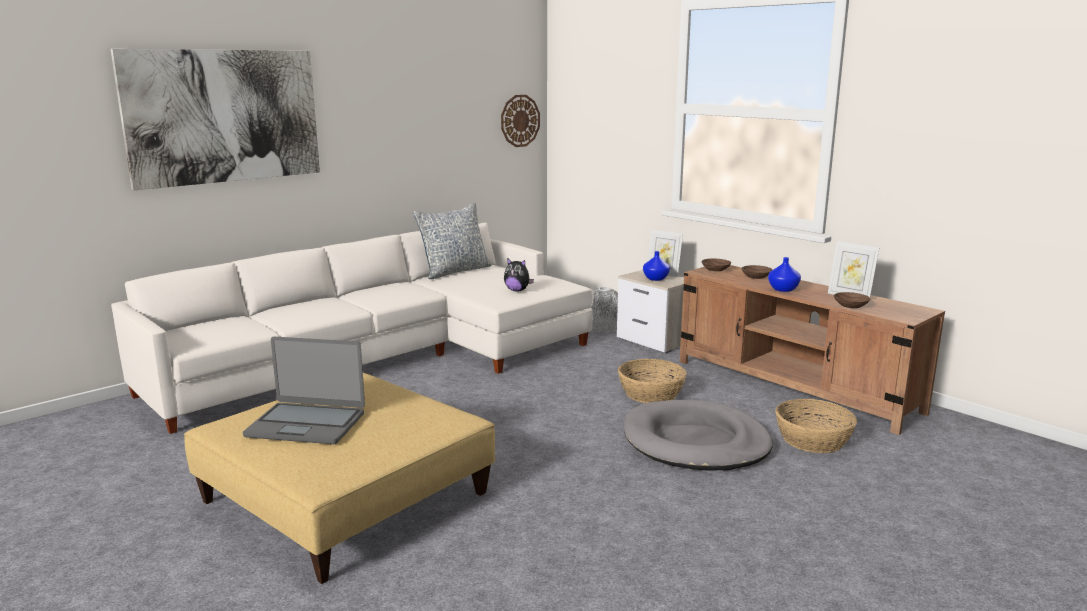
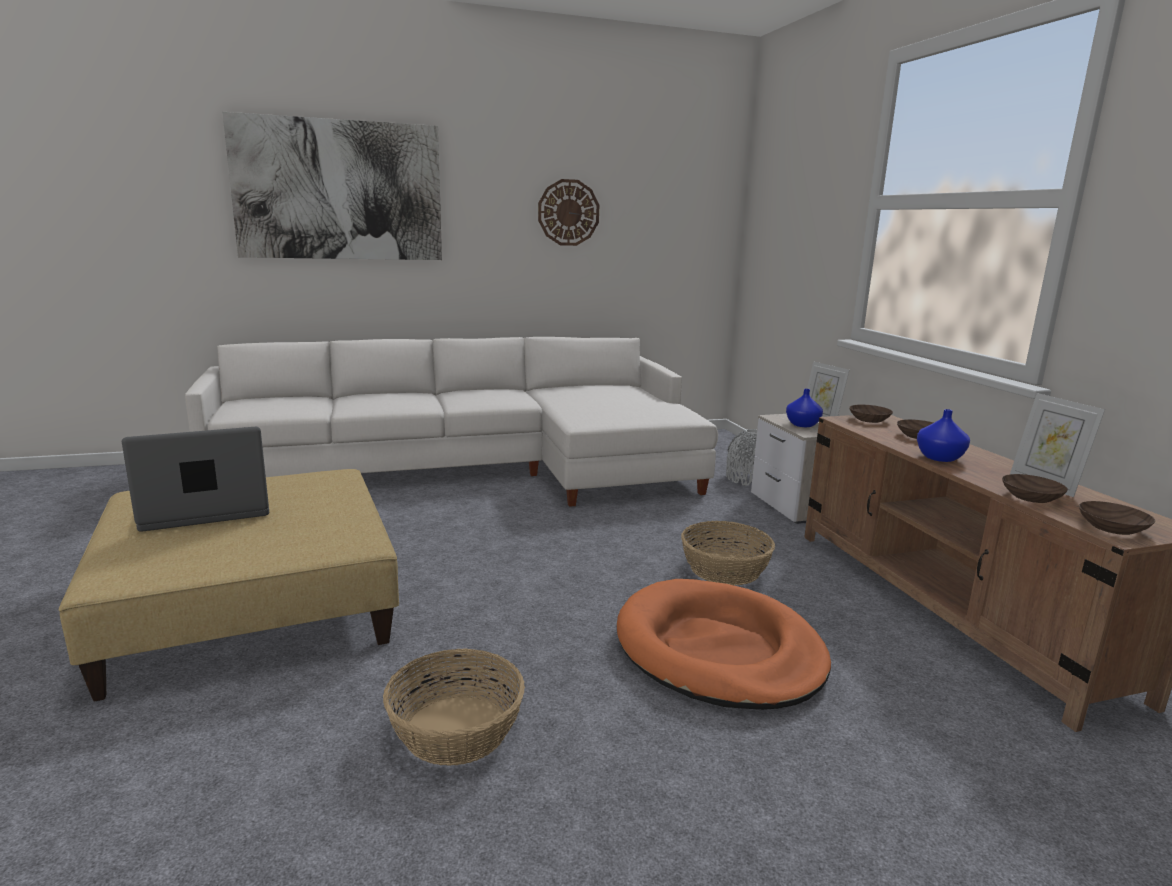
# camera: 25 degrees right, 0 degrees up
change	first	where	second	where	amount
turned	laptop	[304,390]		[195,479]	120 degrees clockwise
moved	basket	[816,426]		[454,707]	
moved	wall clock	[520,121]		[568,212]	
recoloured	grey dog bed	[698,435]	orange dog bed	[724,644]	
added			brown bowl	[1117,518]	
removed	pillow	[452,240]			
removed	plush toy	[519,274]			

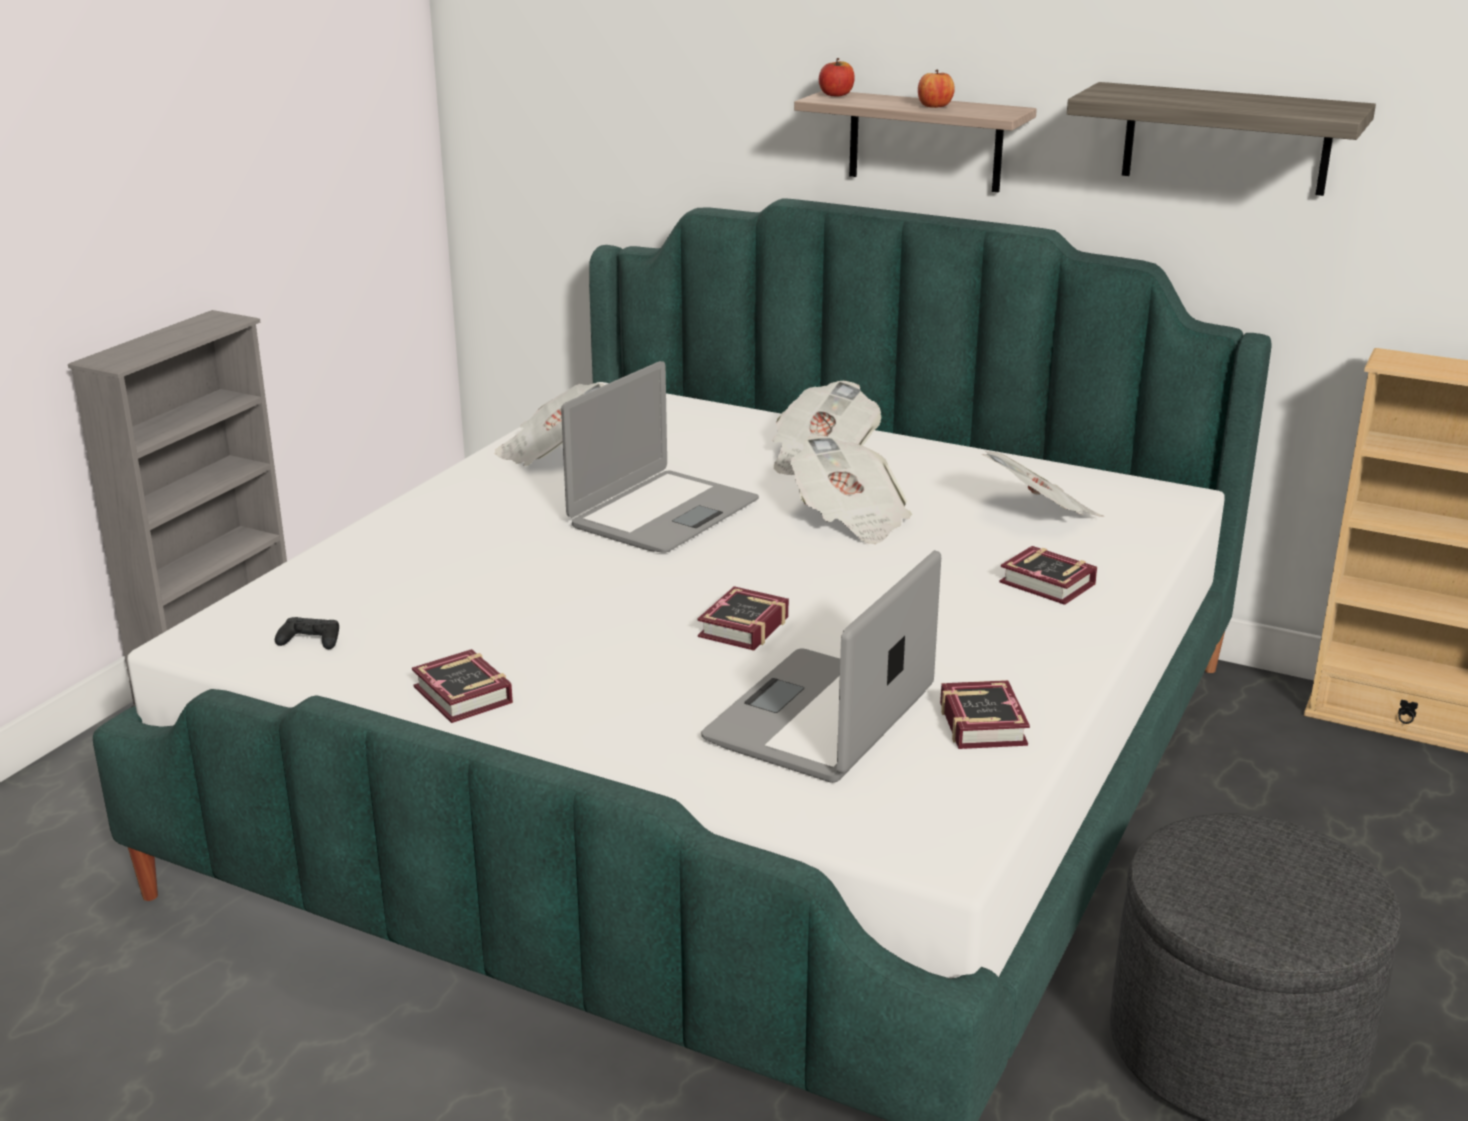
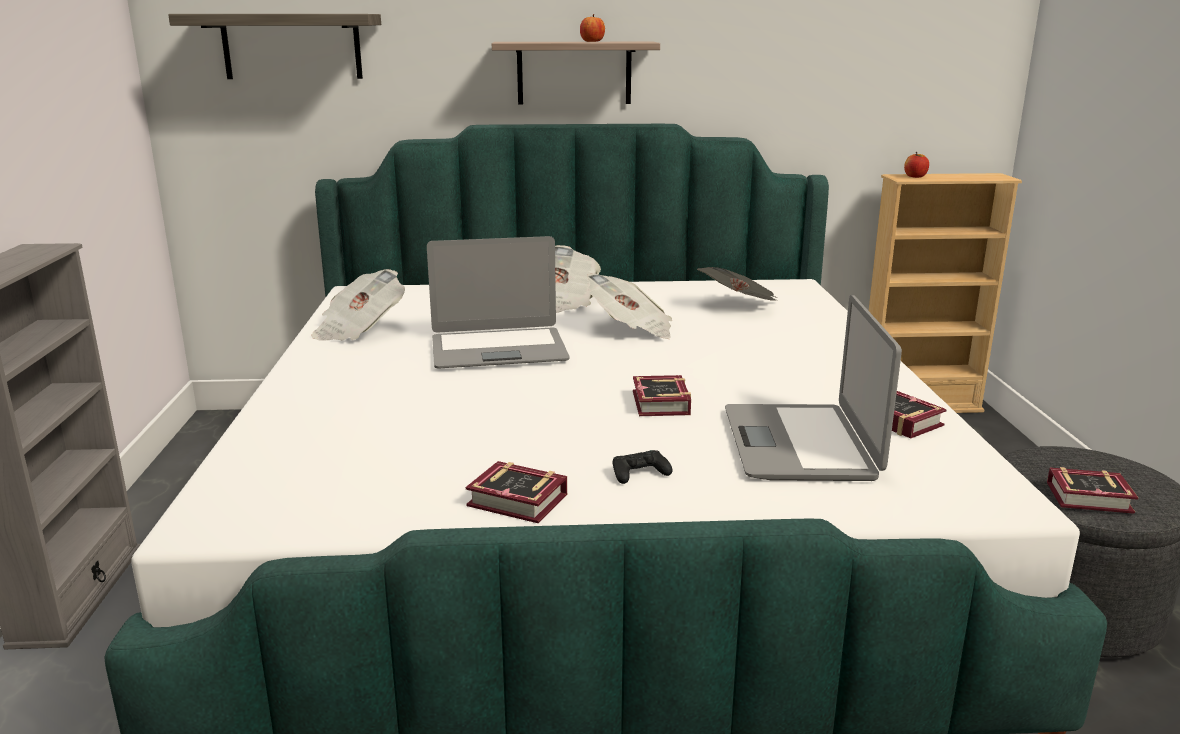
# camera: 30 degrees left, 5 degrees down
change	first	where	second	where	amount
moved	shelf	[1221,139]		[274,46]	
turned	laptop	[660,457]		[498,302]	75 degrees clockwise
moved	black game controller	[307,633]		[642,467]	
moved	apple	[837,77]		[916,165]	
moved	book	[1048,575]		[1092,490]	

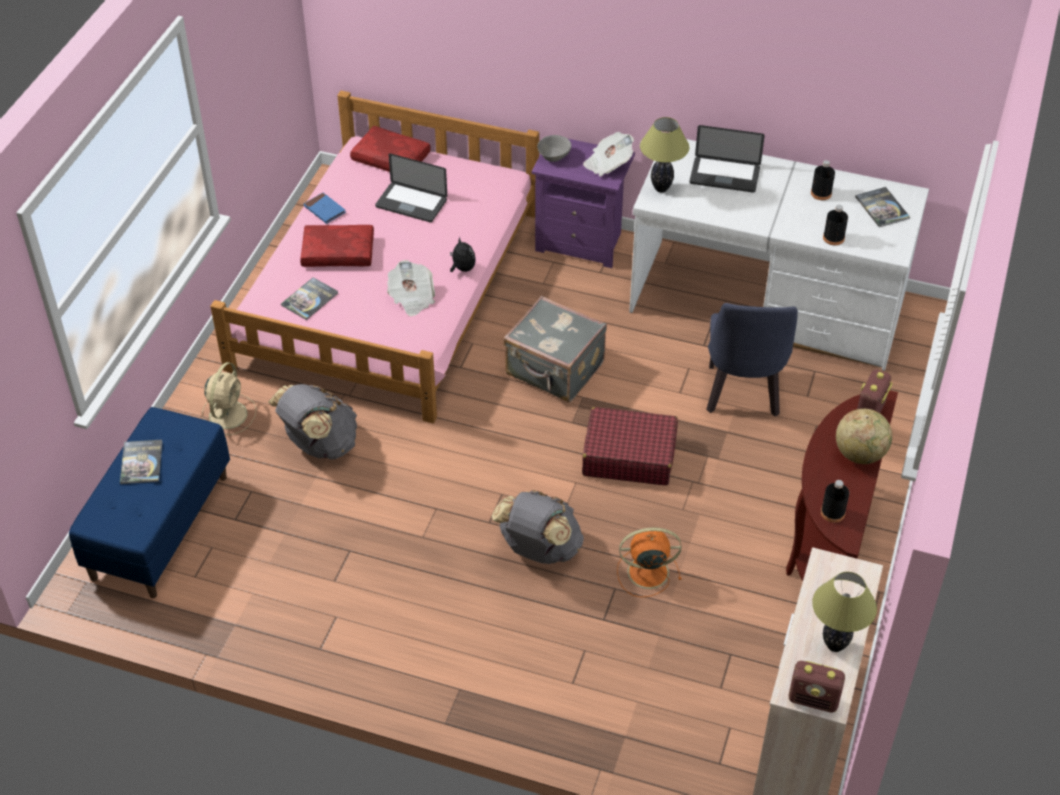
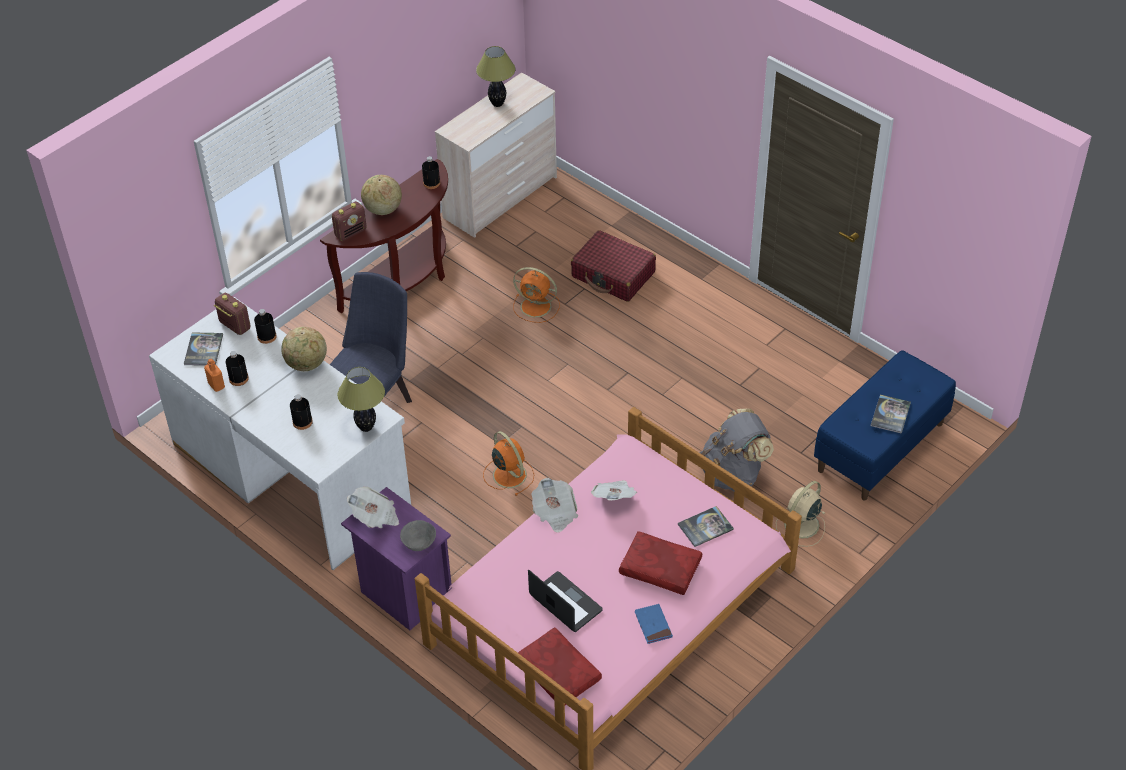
# camera: 155 degrees left, 0 degrees up
change	first	where	second	where	amount
added			orange bottle	[214,375]	
moved	radio	[817,687]		[232,314]	
added			globe	[304,349]	
replaced	laptop	[727,158]	black bottle	[301,412]	
replaced	grey suitcase	[555,349]	orange fan	[508,463]	
replaced	plush toy	[463,254]	newspaper	[554,505]	
moved	red suitcase	[630,446]		[613,266]	
removed	grey backpack	[538,527]			

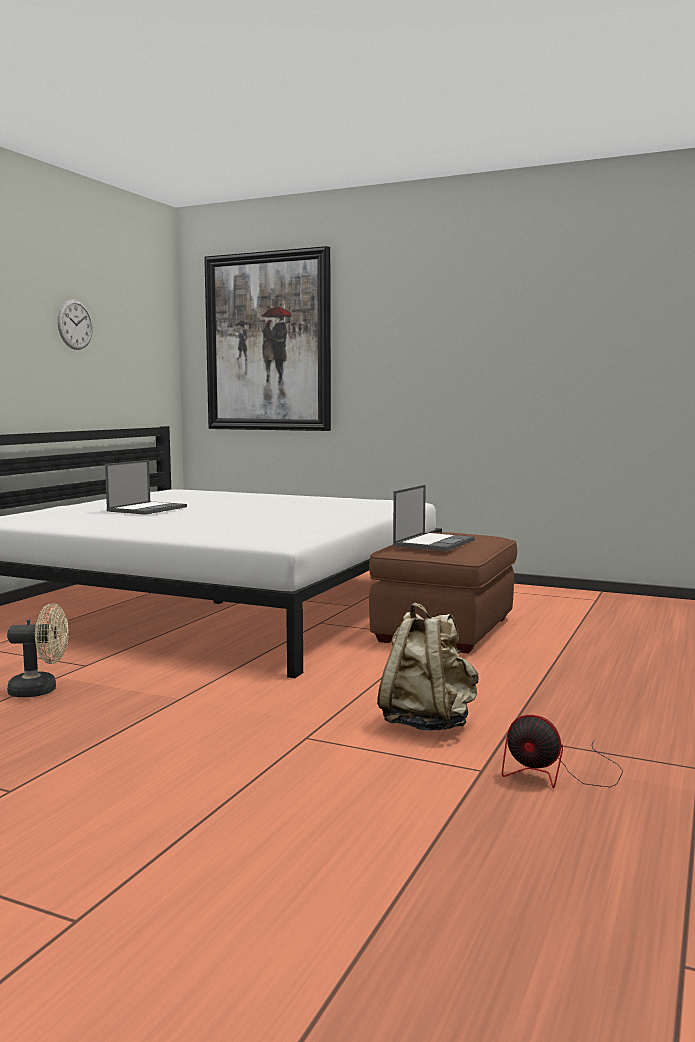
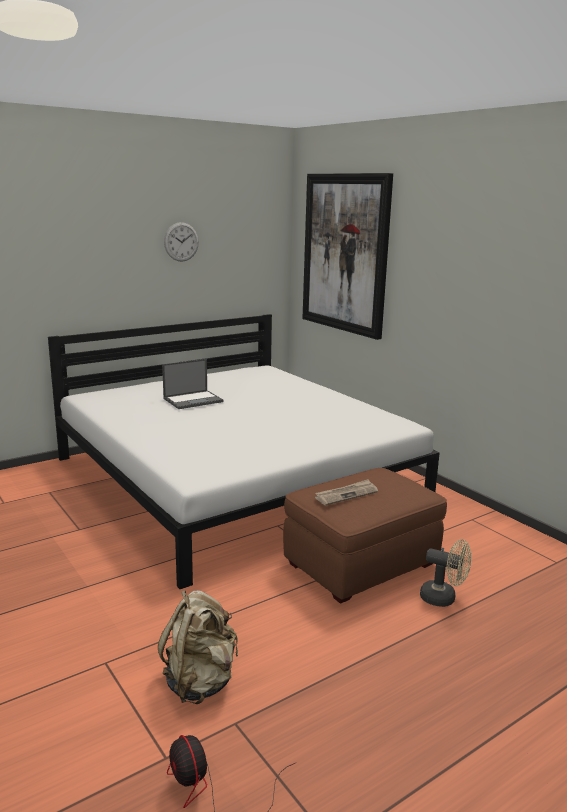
# camera: 30 degrees right, 10 degrees up
change	first	where	second	where	amount
replaced	laptop	[434,518]	newspaper	[346,492]	
moved	beige fan	[38,650]		[446,573]	

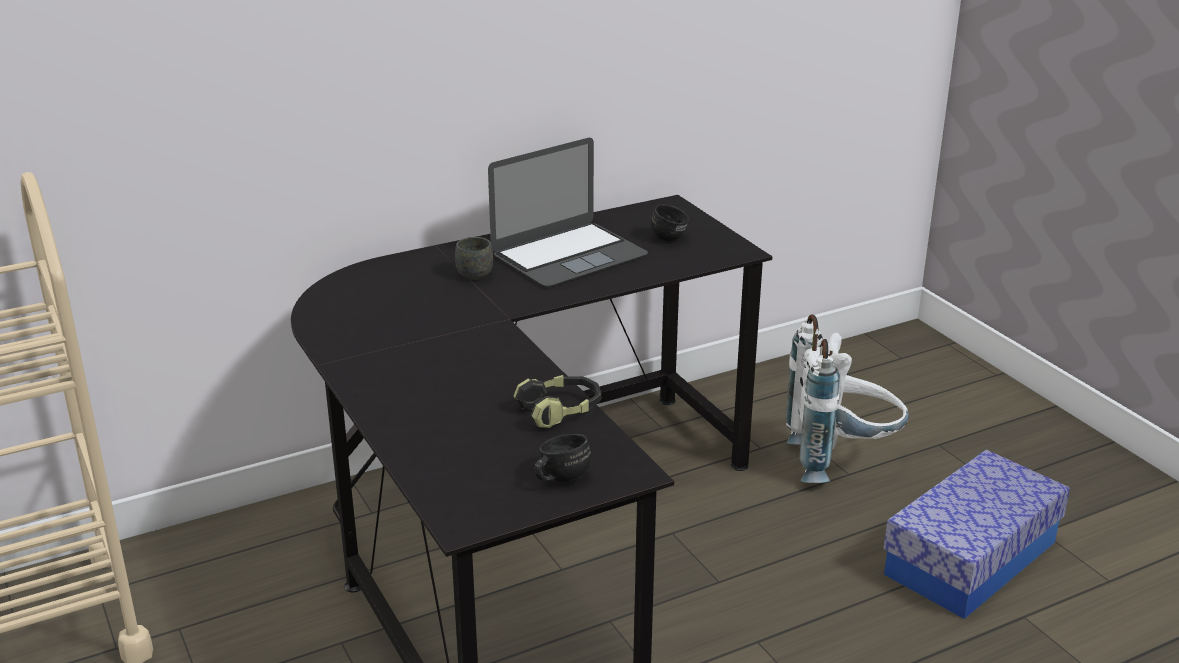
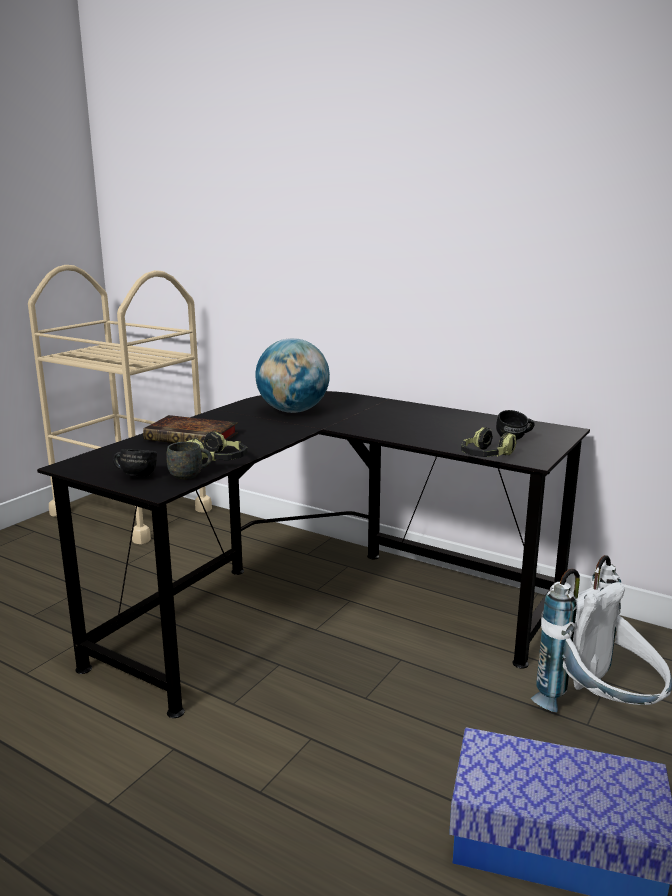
# camera: 60 degrees right, 10 degrees down
change	first	where	second	where	amount
added			book	[190,429]	
moved	grey mug	[474,258]		[189,461]	
added			globe	[292,375]	
added			headphones	[489,442]	
removed	laptop	[568,212]			

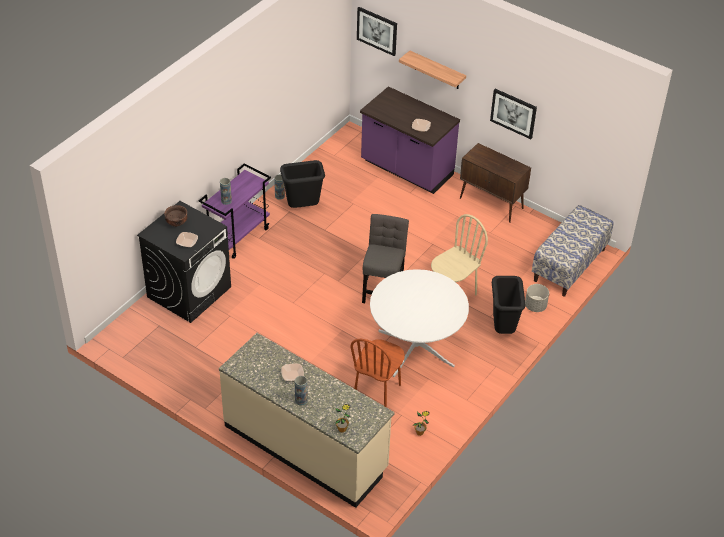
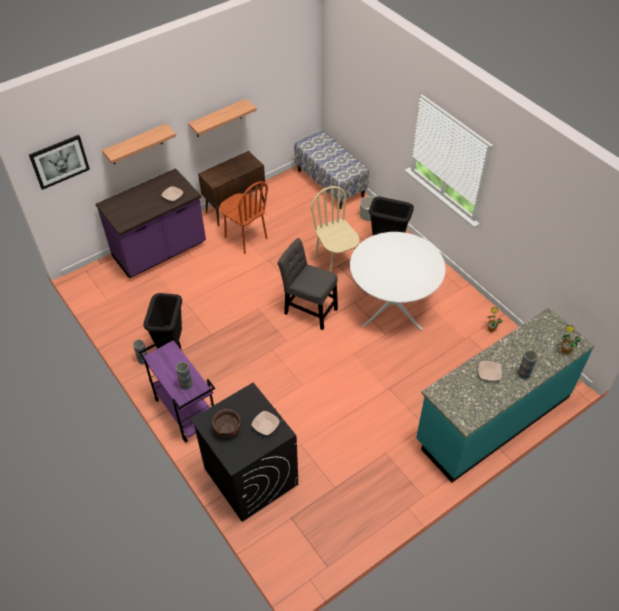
# camera: 70 degrees left, 5 degrees up
change	first	where	second	where	amount
replaced	picture	[513,114]	shelf	[222,118]	
moved	brown chair	[377,373]		[244,217]	
recoloured	beige counter	[307,420]	turquoise counter	[505,395]	

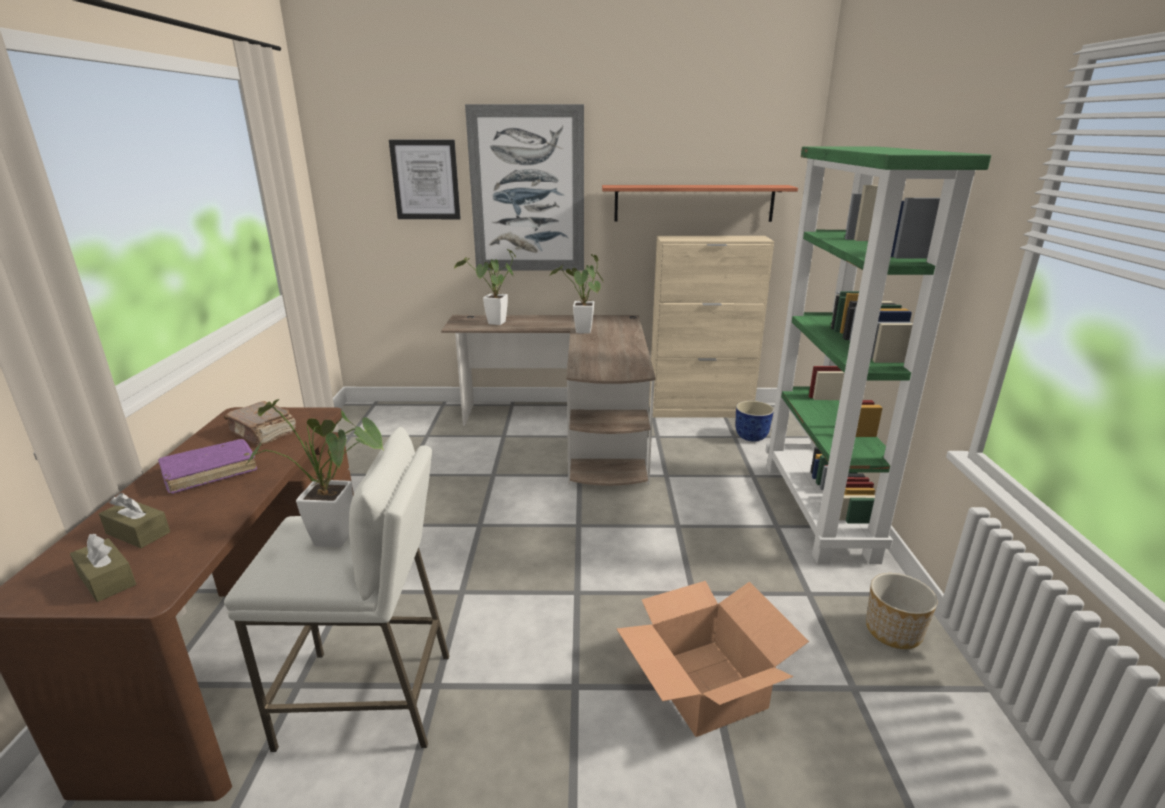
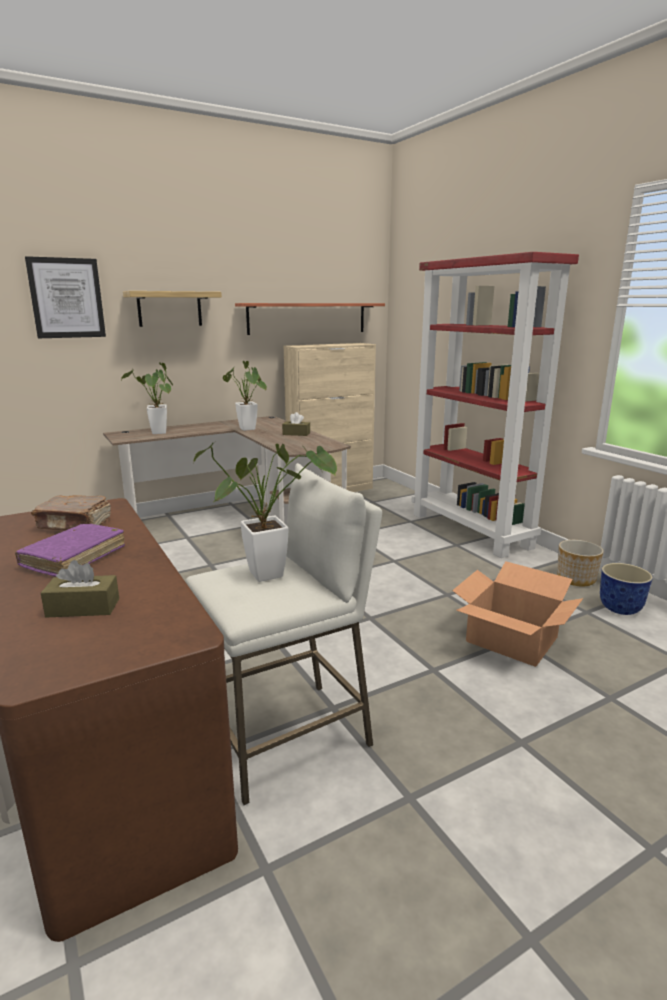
# camera: 30 degrees left, 5 degrees down
change	first	where	second	where	amount
replaced	picture	[524,187]	shelf	[172,309]	
moved	brown tissue box	[103,568]		[296,424]	
recoloured	green bookcase	[878,355]	red bookcase	[495,405]	
moved	planter	[754,421]		[626,589]	

